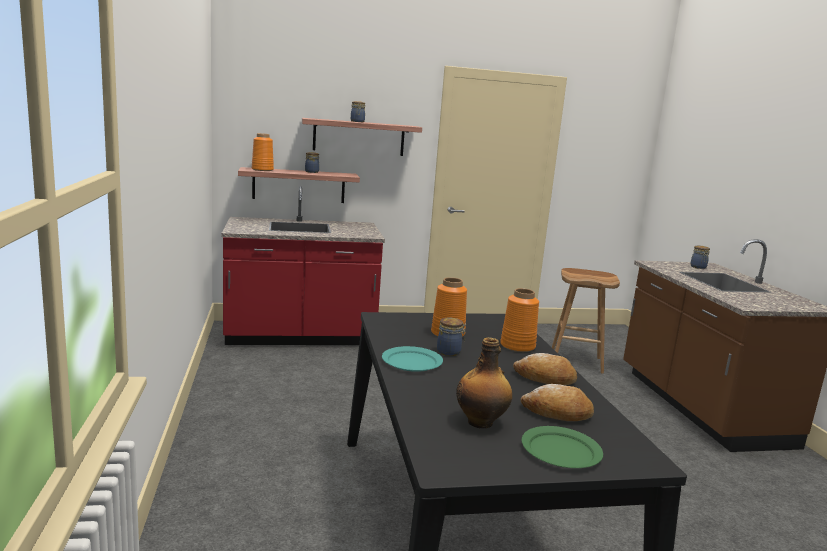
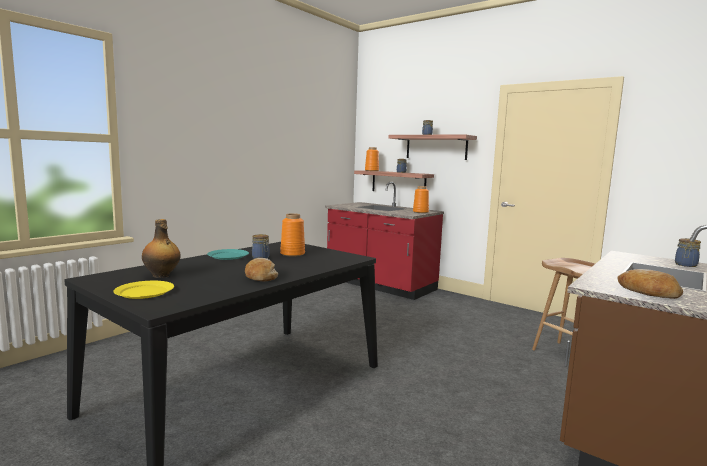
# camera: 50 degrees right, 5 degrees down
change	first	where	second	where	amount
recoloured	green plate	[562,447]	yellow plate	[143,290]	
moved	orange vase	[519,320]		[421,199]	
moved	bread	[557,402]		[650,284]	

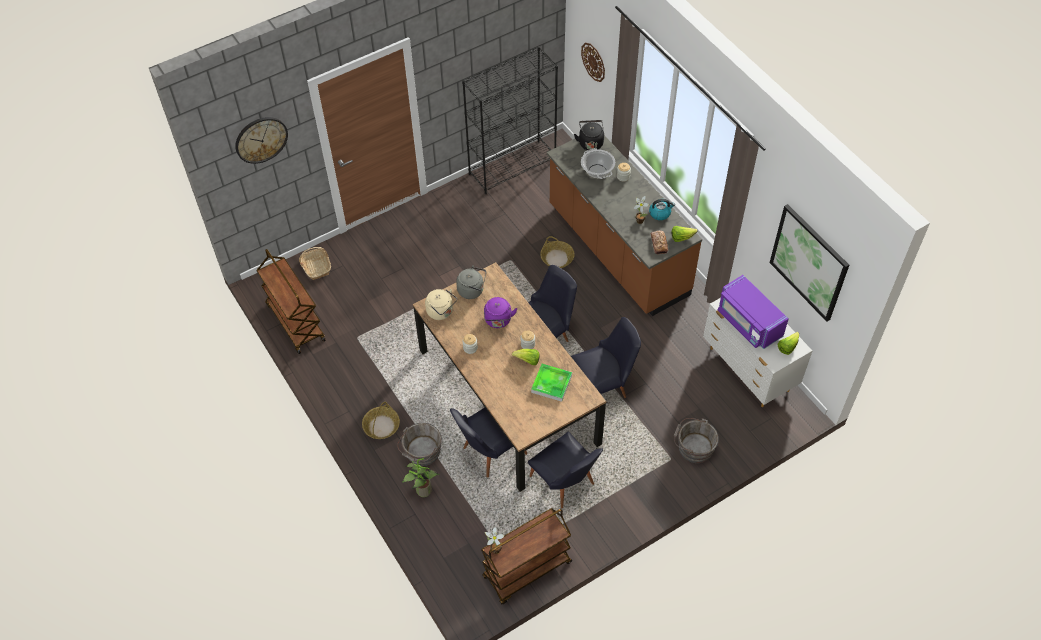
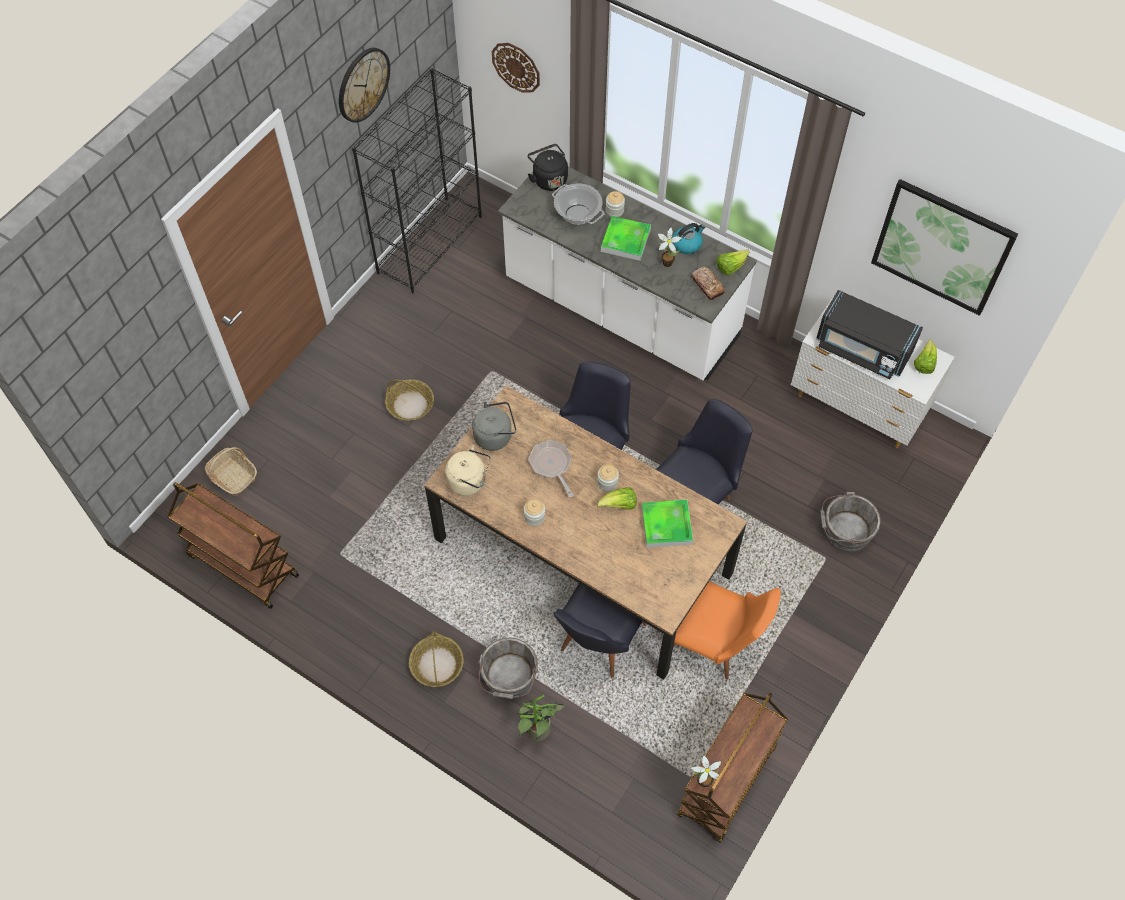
# camera: 25 degrees left, 5 degrees up
change	first	where	second	where	amount
moved	wall clock	[261,140]		[364,85]	
moved	basket	[557,252]		[409,400]	
recoloured	brown counter	[624,225]	white counter	[627,273]	
replaced	purple kettle	[500,312]	frying pan	[551,468]	
added			tray	[626,238]	
recoloured	black chair	[565,470]	orange chair	[727,630]	
recoloured	purple microwave	[753,312]	black microwave	[869,334]	

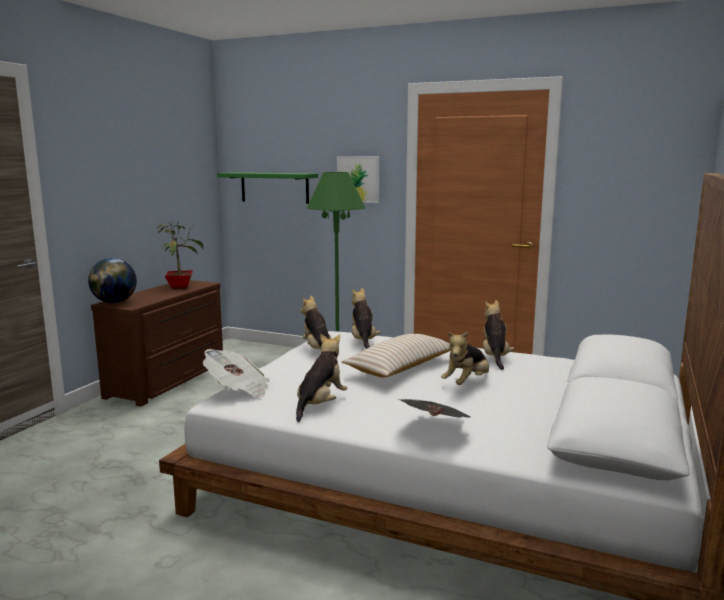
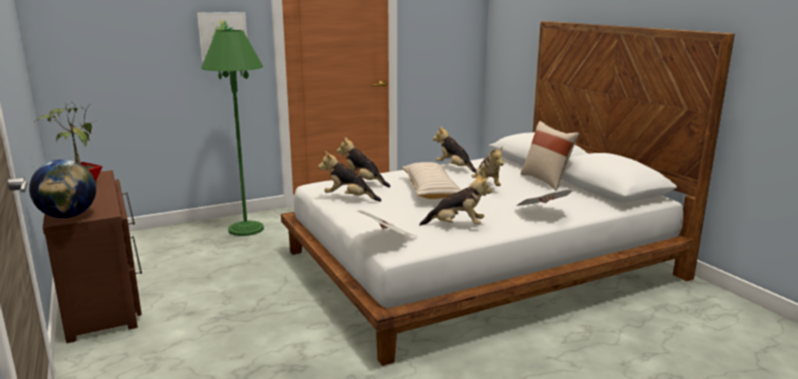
# camera: 50 degrees left, 5 degrees up
change	first	where	second	where	amount
turned	plush toy	[322,378]		[455,199]	120 degrees clockwise
added			beige pillow	[550,155]	
removed	green shelf	[267,188]			

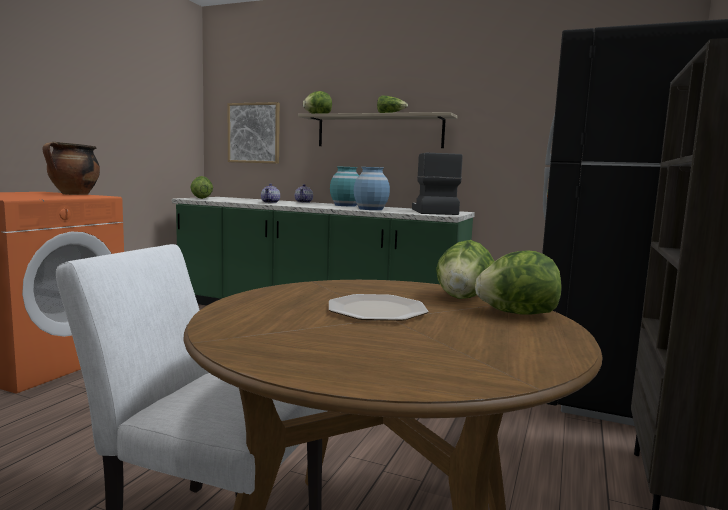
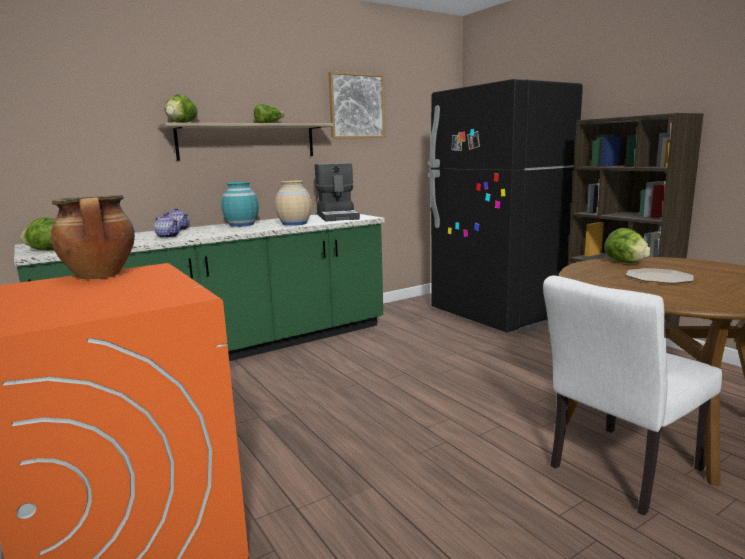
# camera: 55 degrees left, 5 degrees up
change	first	where	second	where	amount
recoloured	blue vase	[372,188]	beige vase	[293,203]	
turned	coffee machine	[437,184]		[337,192]	135 degrees counterclockwise
moved	picture	[254,133]		[356,105]	
removed	lettuce	[518,282]			

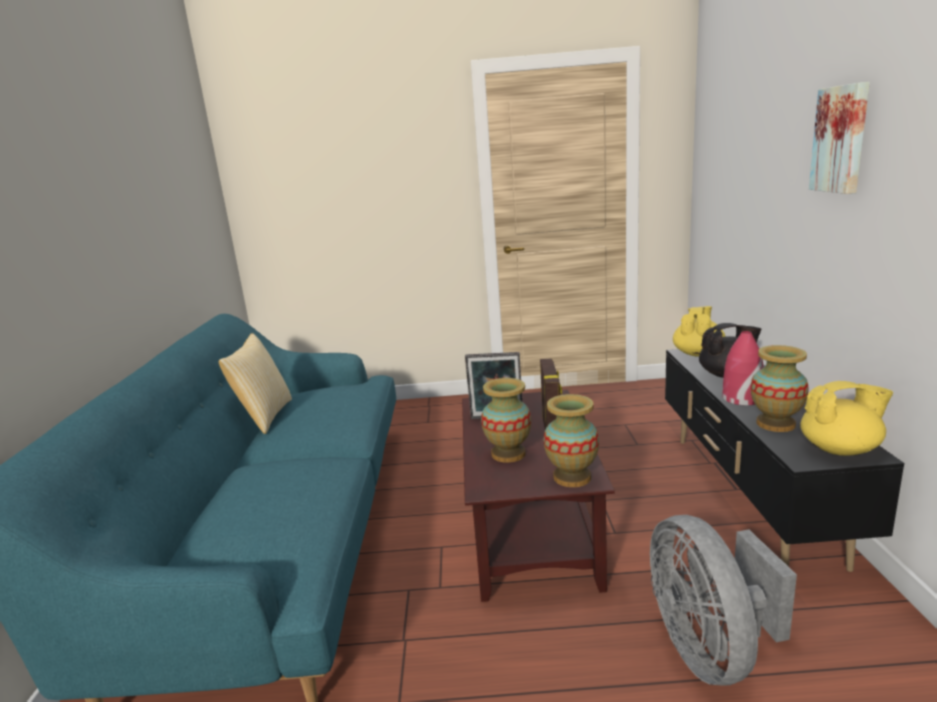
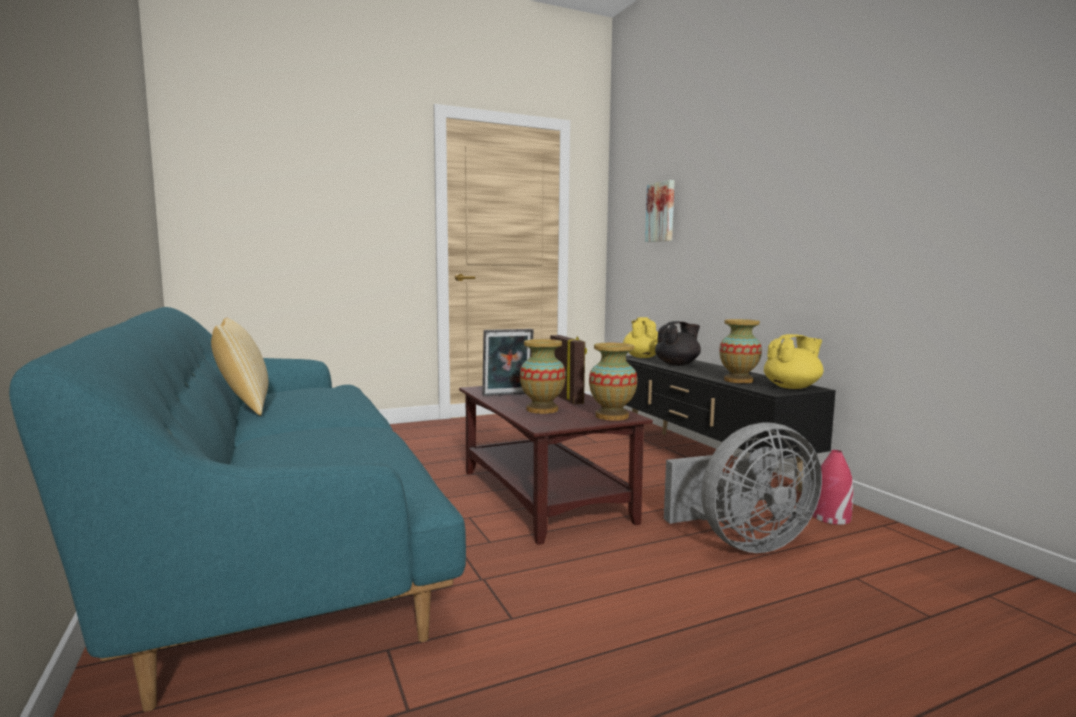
# camera: 25 degrees left, 10 degrees down
change	first	where	second	where	amount
moved	picture	[839,138]		[660,211]	
turned	grey fan	[723,600]		[743,488]	75 degrees counterclockwise
moved	red vase	[743,368]		[833,487]	

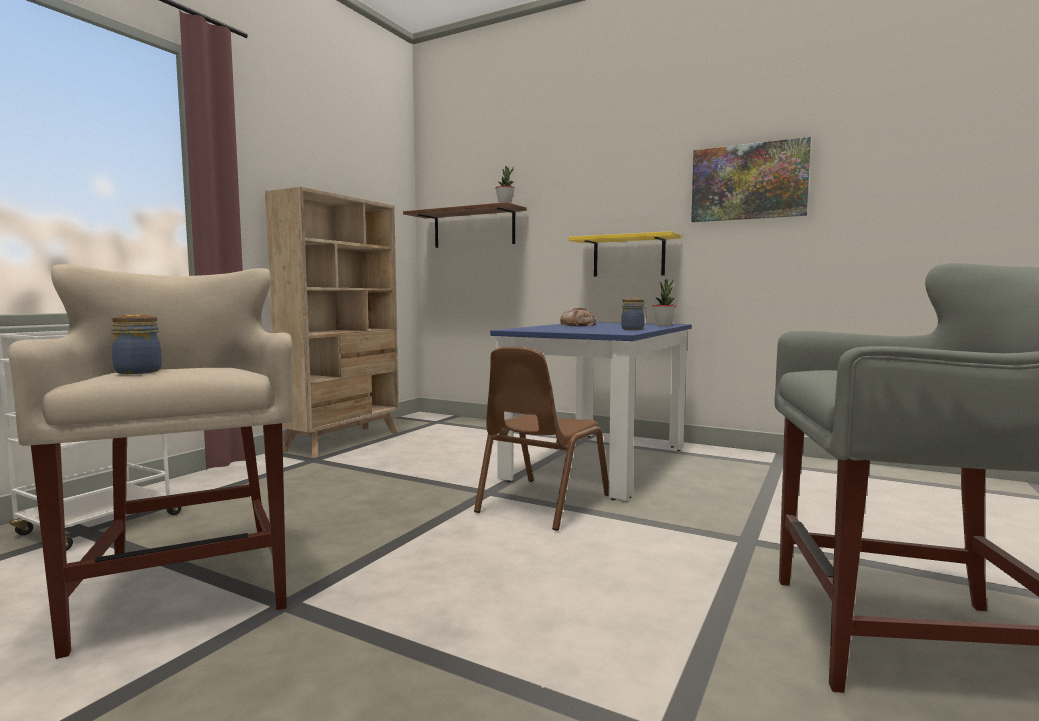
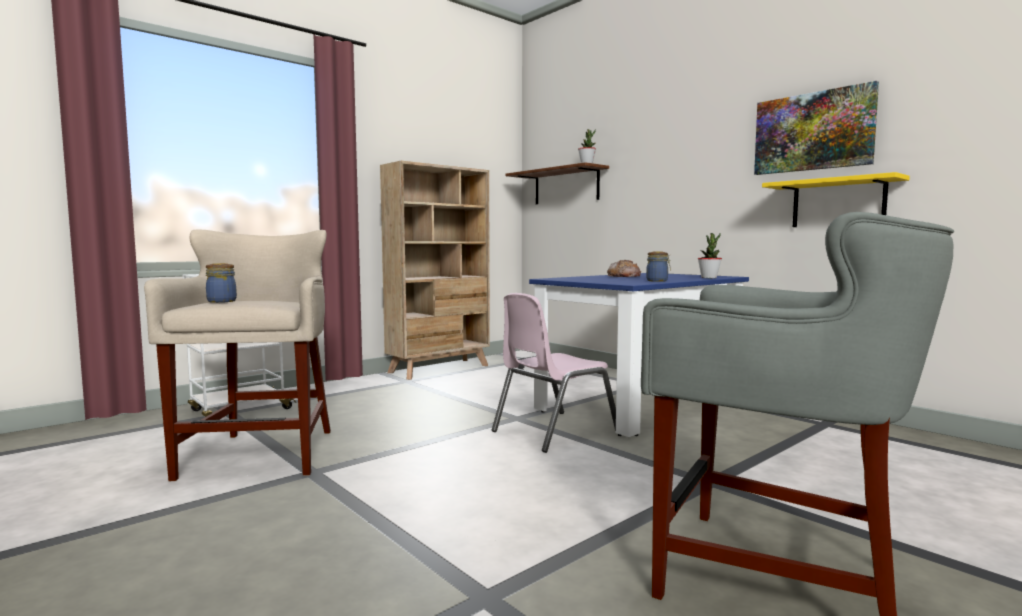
# camera: 20 degrees right, 0 degrees up
change	first	where	second	where	amount
recoloured	brown chair	[541,439]	pink chair	[554,373]	
moved	yellow shelf	[625,254]		[836,199]	

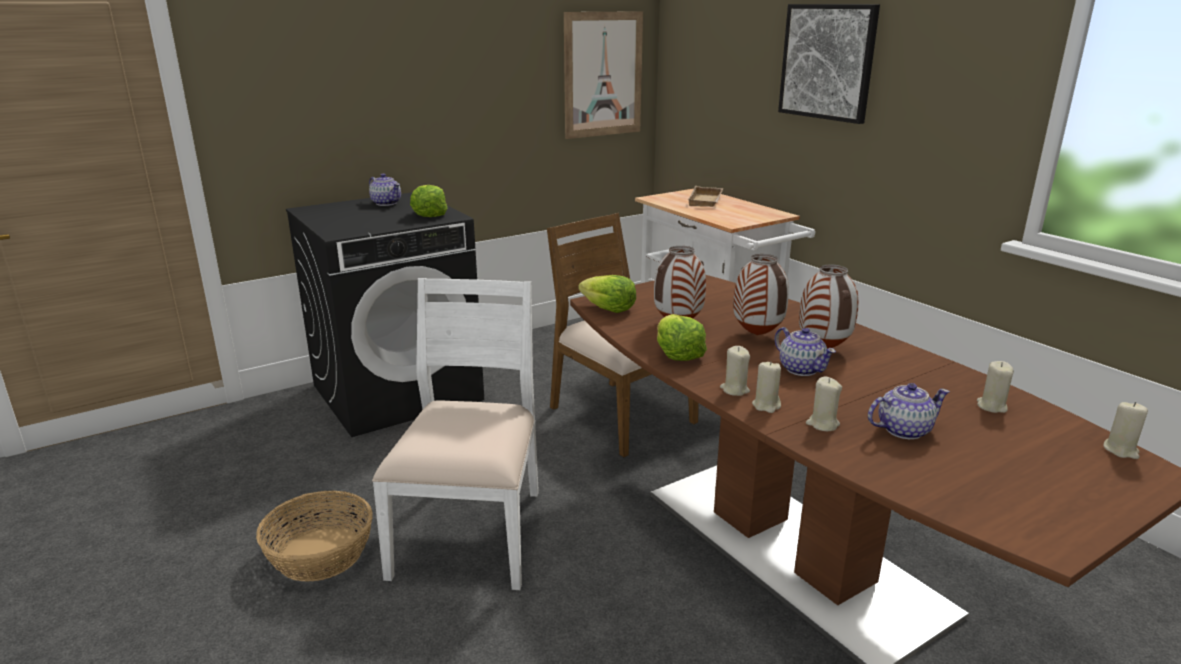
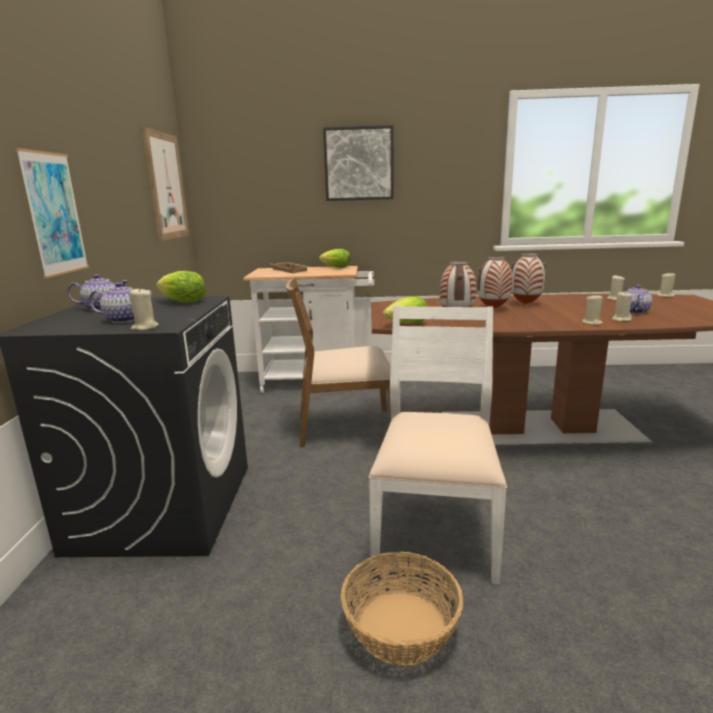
# camera: 55 degrees left, 5 degrees down
change	first	where	second	where	amount
added			picture	[52,213]	
moved	teapot	[805,351]		[120,302]	
moved	beige candle	[735,371]		[144,308]	
moved	lettuce	[682,337]		[335,258]	
turned	white chair	[455,434]		[437,445]	60 degrees clockwise

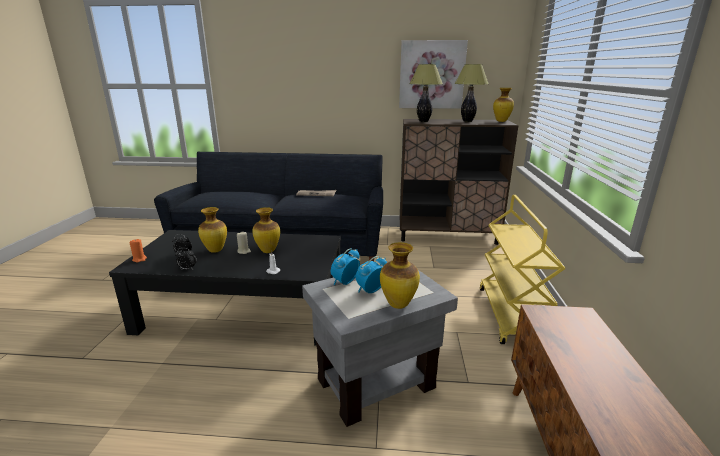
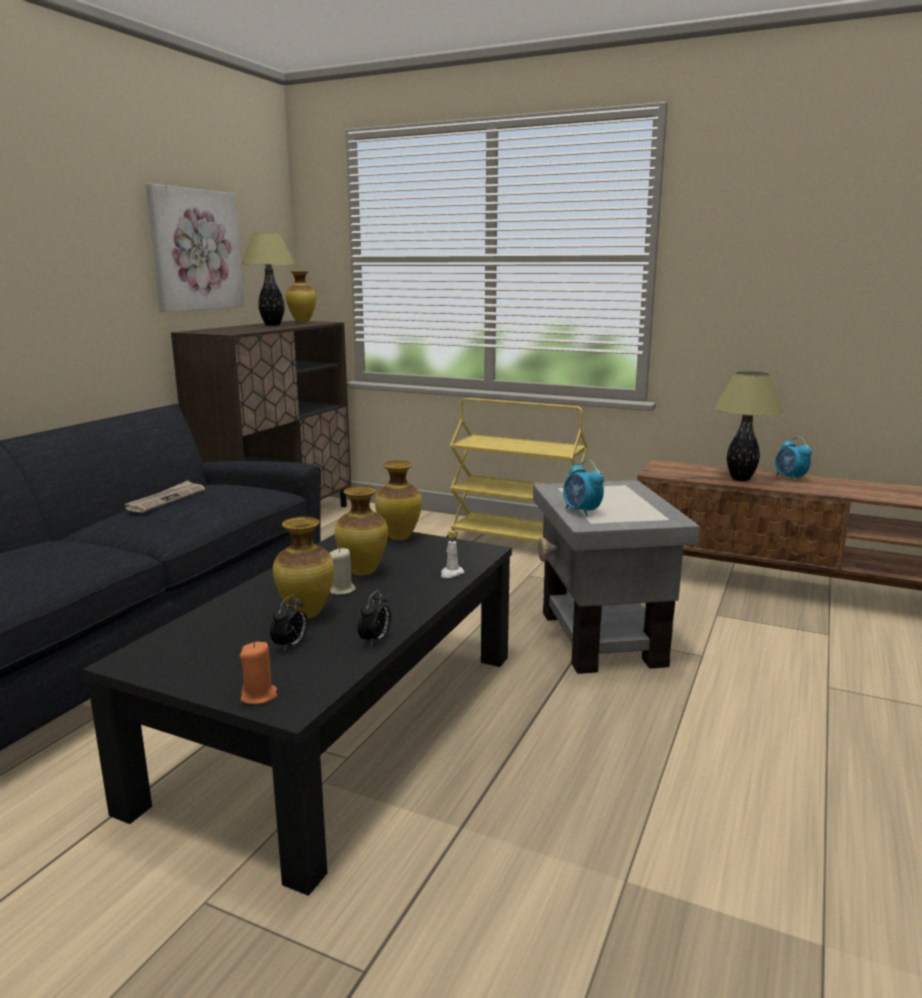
# camera: 70 degrees left, 5 degrees down
change	first	where	second	where	amount
moved	vase	[400,275]		[398,500]	
moved	table lamp	[426,93]		[749,426]	
moved	alarm clock	[371,274]		[793,459]	

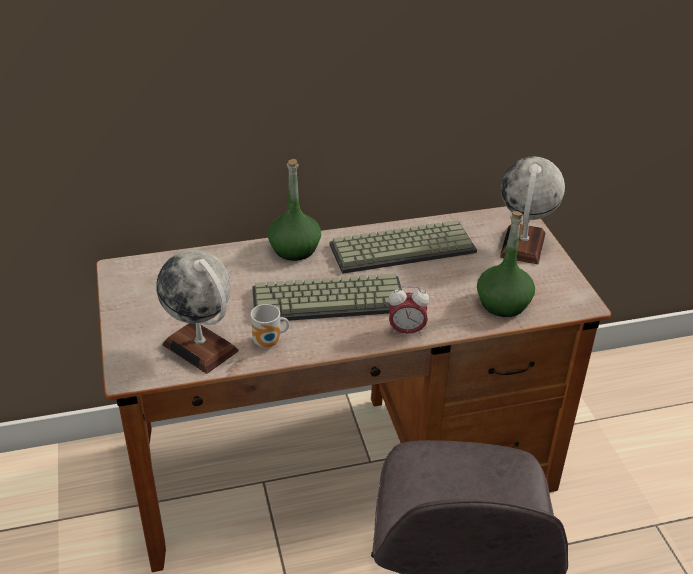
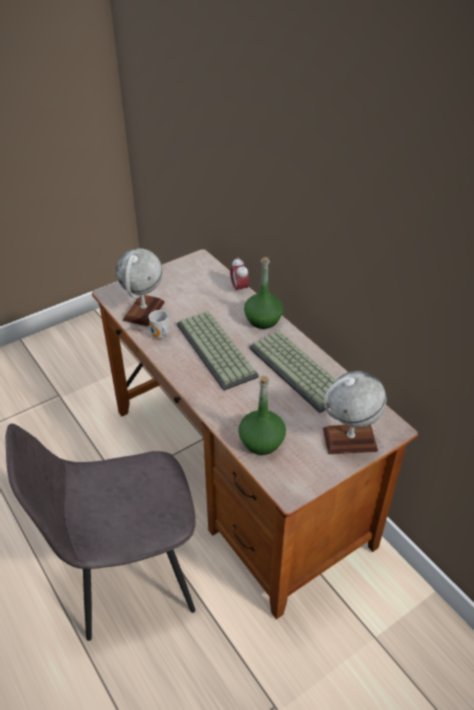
# camera: 70 degrees right, 5 degrees up
change	first	where	second	where	amount
moved	alarm clock	[409,311]		[239,276]	

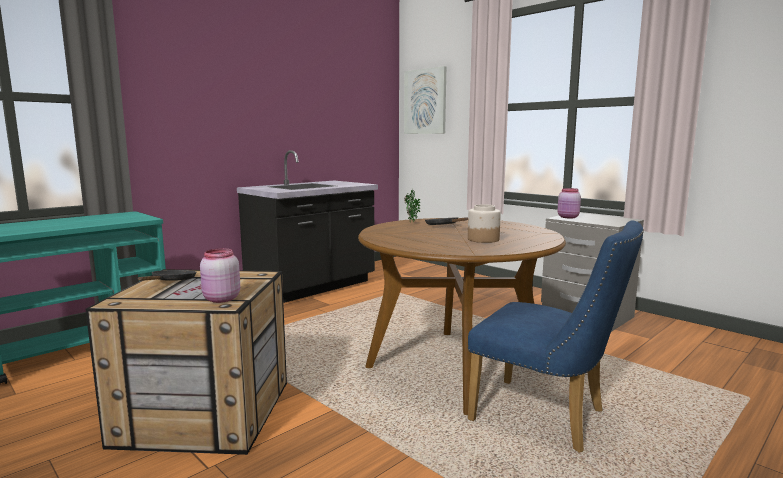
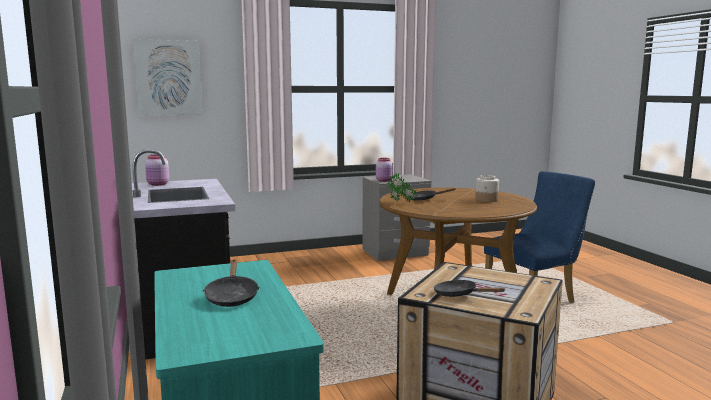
# camera: 65 degrees left, 0 degrees up
change	first	where	second	where	amount
moved	pink jar	[220,275]		[157,170]	
added			black frying pan	[231,283]	

